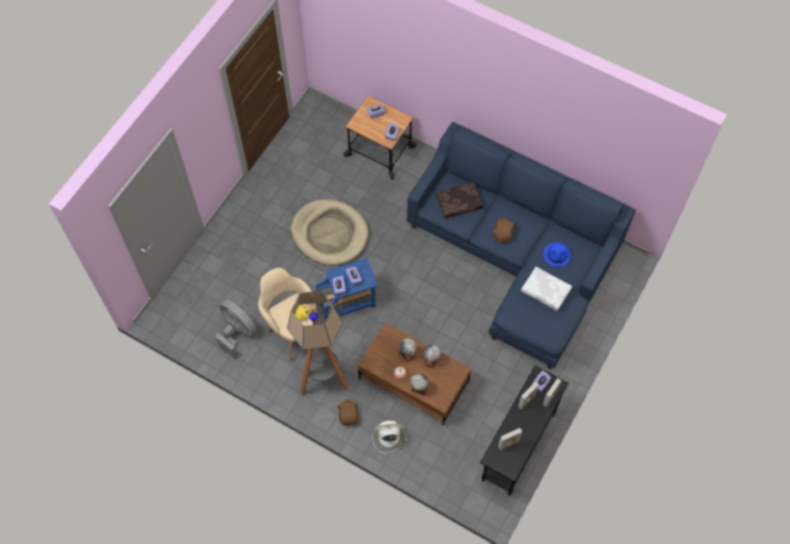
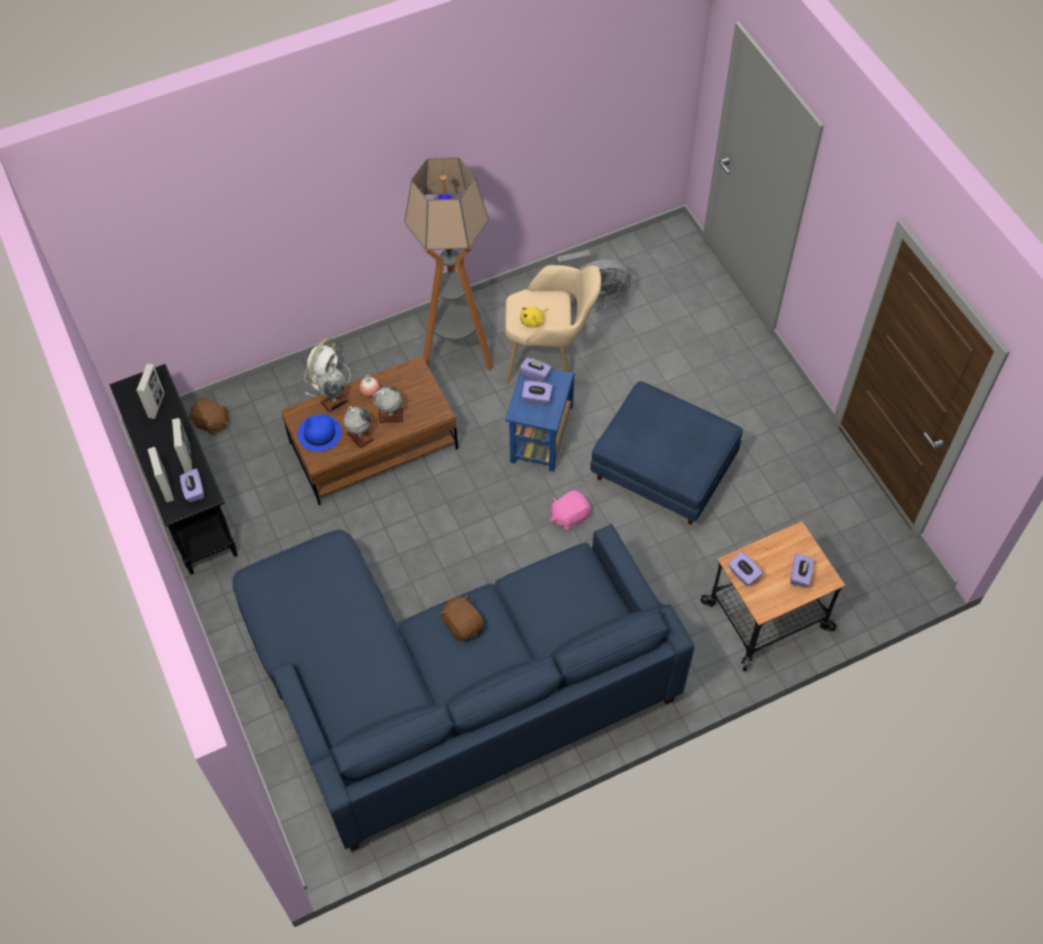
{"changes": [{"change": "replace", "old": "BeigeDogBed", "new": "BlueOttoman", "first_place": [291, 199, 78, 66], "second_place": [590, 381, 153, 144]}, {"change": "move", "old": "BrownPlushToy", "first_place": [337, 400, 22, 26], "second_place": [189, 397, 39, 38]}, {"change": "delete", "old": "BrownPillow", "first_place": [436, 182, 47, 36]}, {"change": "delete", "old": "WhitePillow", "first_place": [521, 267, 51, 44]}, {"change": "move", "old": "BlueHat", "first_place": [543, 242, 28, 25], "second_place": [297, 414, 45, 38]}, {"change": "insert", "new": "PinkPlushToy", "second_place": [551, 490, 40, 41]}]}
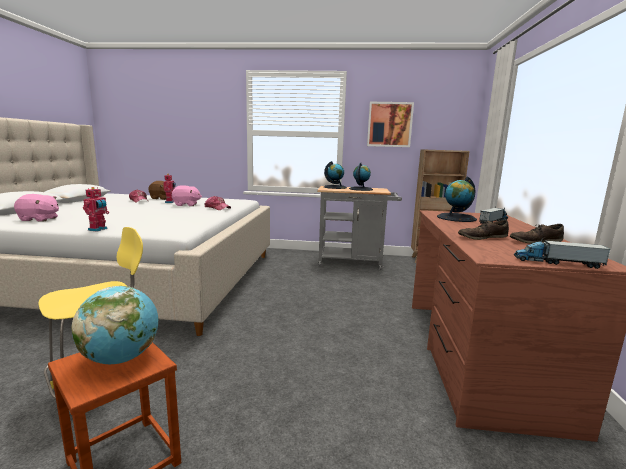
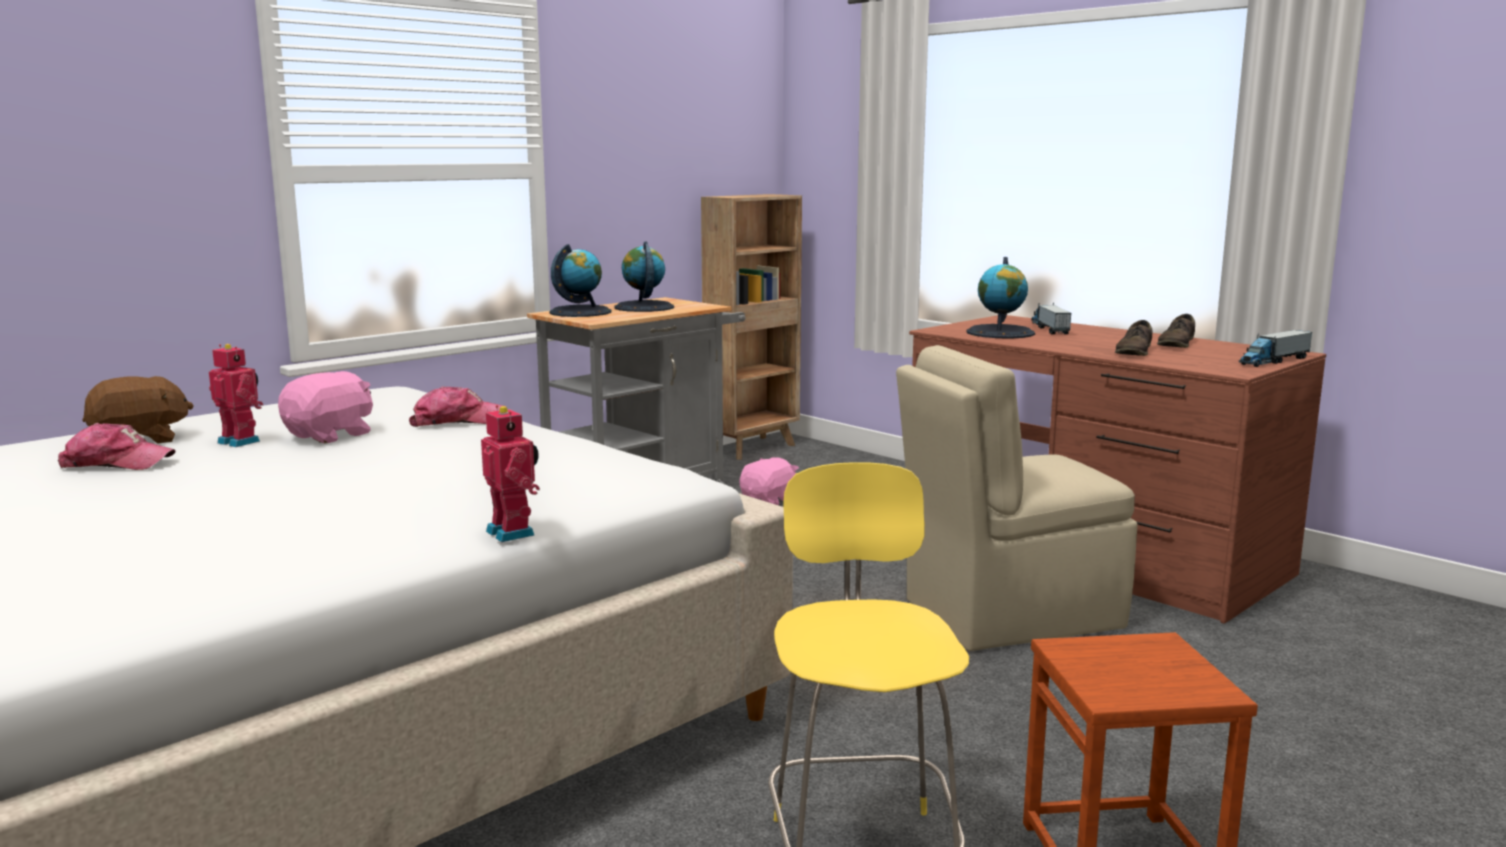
{"changes": [{"change": "move", "old": "PinkPlushToy", "first_place": [14, 194, 45, 27], "second_place": [739, 458, 60, 47]}, {"change": "delete", "old": "Globe", "first_place": [71, 286, 87, 78]}, {"change": "delete", "old": "Picture", "first_place": [367, 102, 47, 45]}, {"change": "insert", "new": "BeigeChair", "second_place": [896, 345, 241, 306]}]}
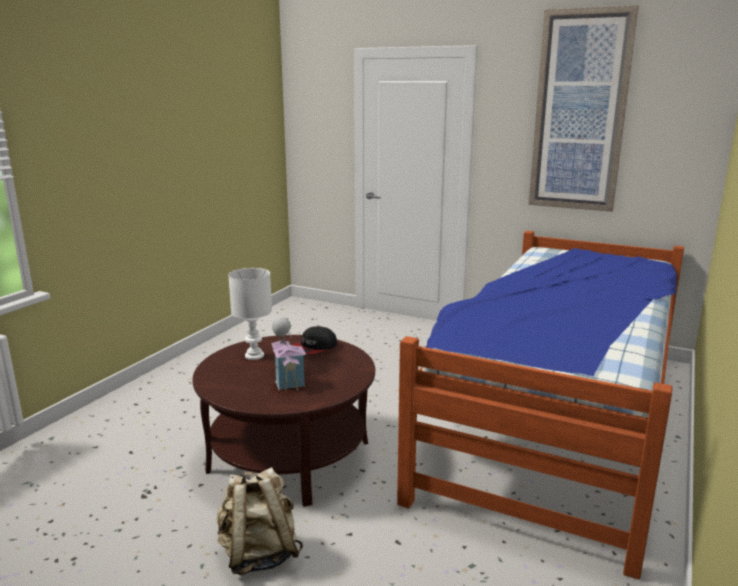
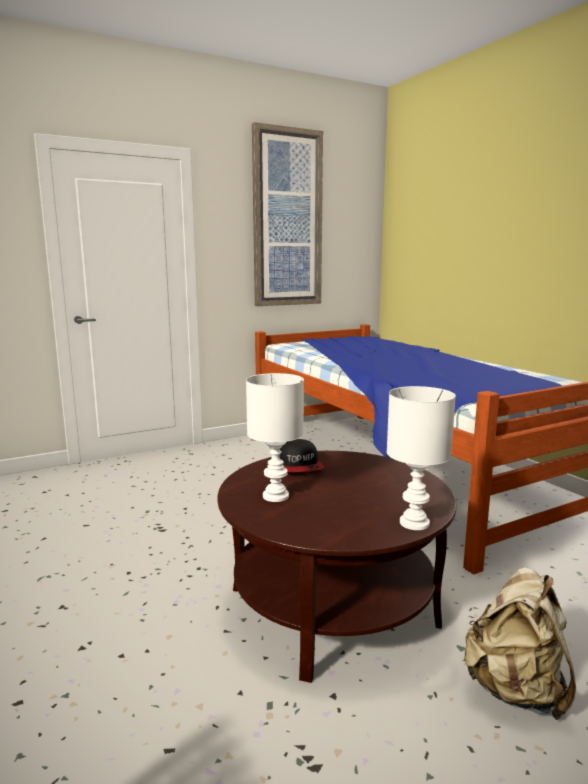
{"changes": [{"change": "delete", "old": "ToyHouse", "first_place": [271, 317, 35, 74]}, {"change": "insert", "new": "WhiteTableLamp", "second_place": [387, 386, 69, 144]}]}
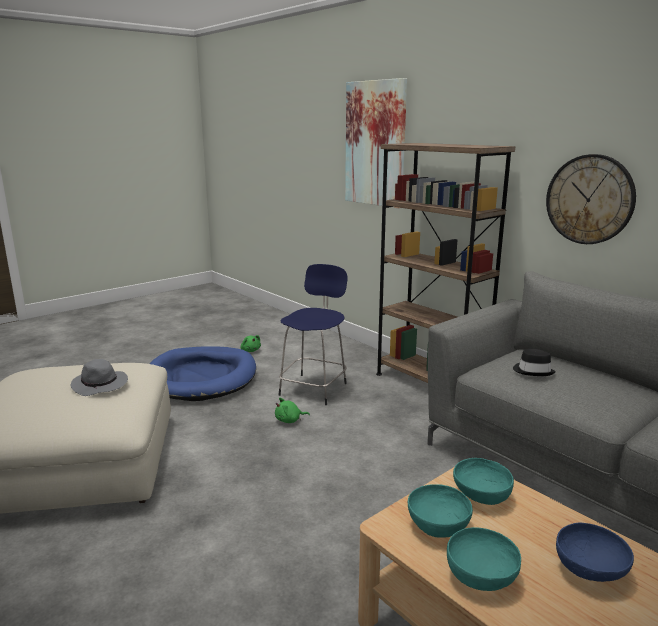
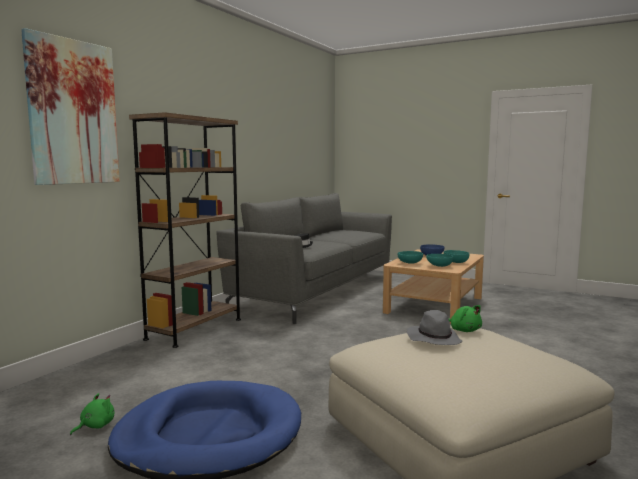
{"changes": [{"change": "move", "old": "GreenPlushToy", "first_place": [275, 397, 35, 26], "second_place": [448, 305, 34, 27]}, {"change": "delete", "old": "BlueStool", "first_place": [279, 264, 68, 141]}, {"change": "delete", "old": "WallClock", "first_place": [546, 154, 90, 90]}]}
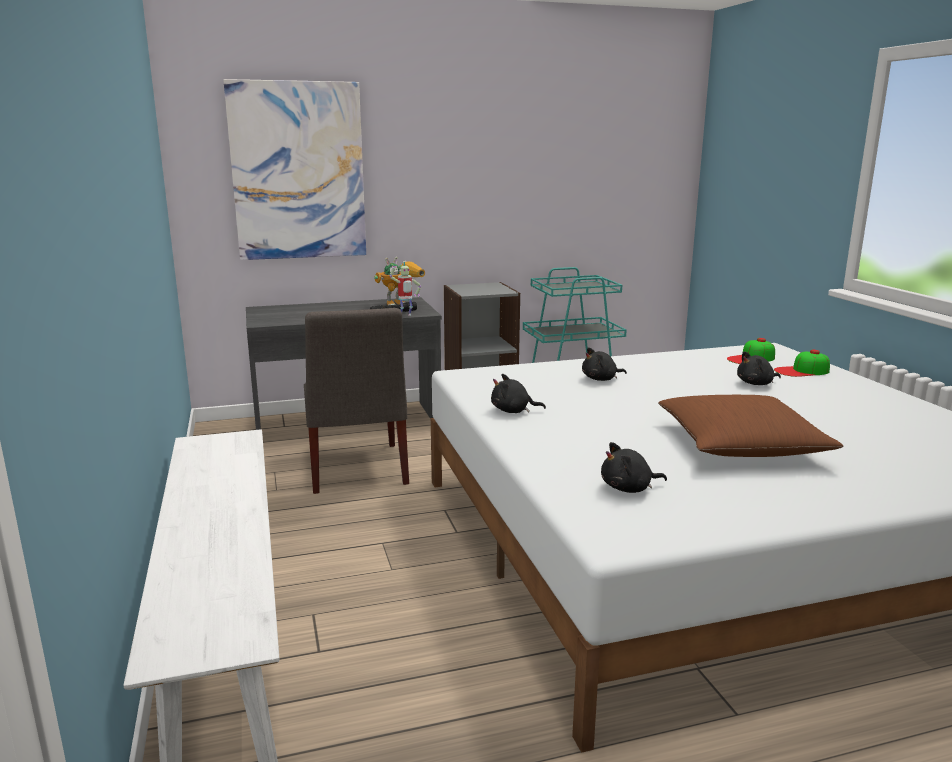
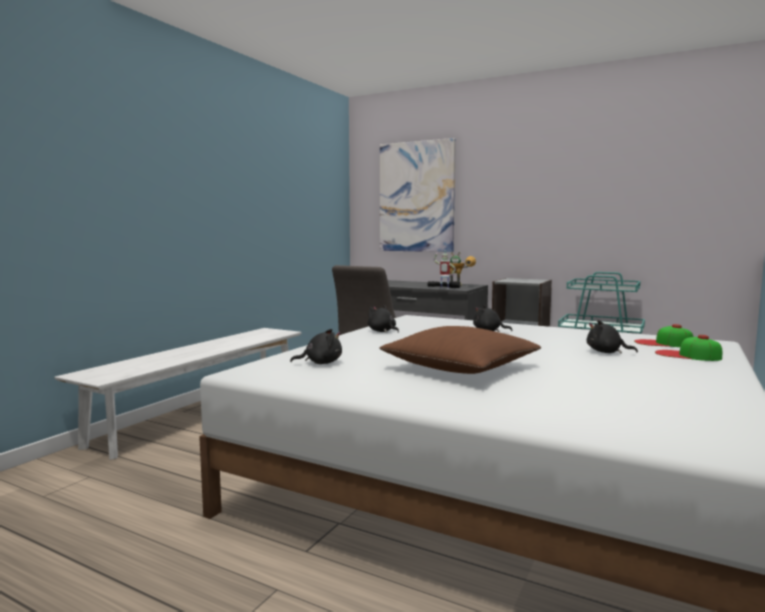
{"changes": [{"change": "rotate", "old": "BlackPlushToy", "first_place": [601, 442, 66, 51], "second_place": [290, 329, 52, 35], "degrees": 135}]}
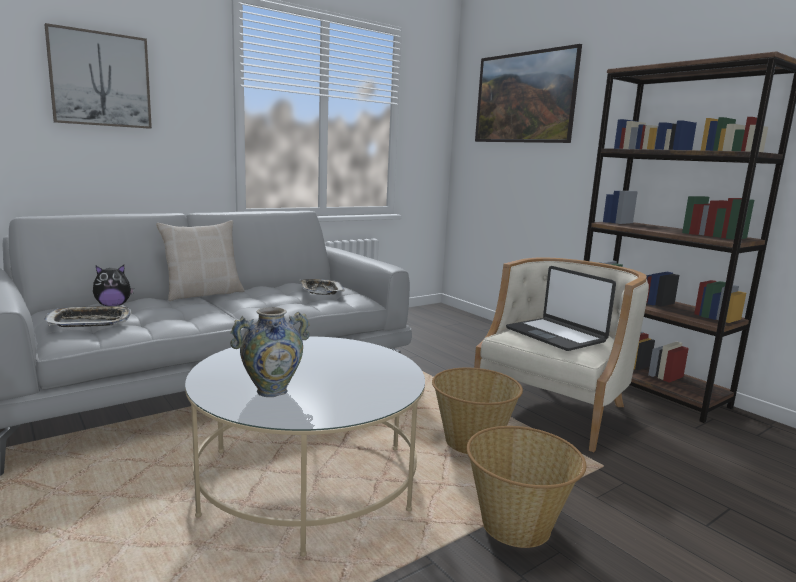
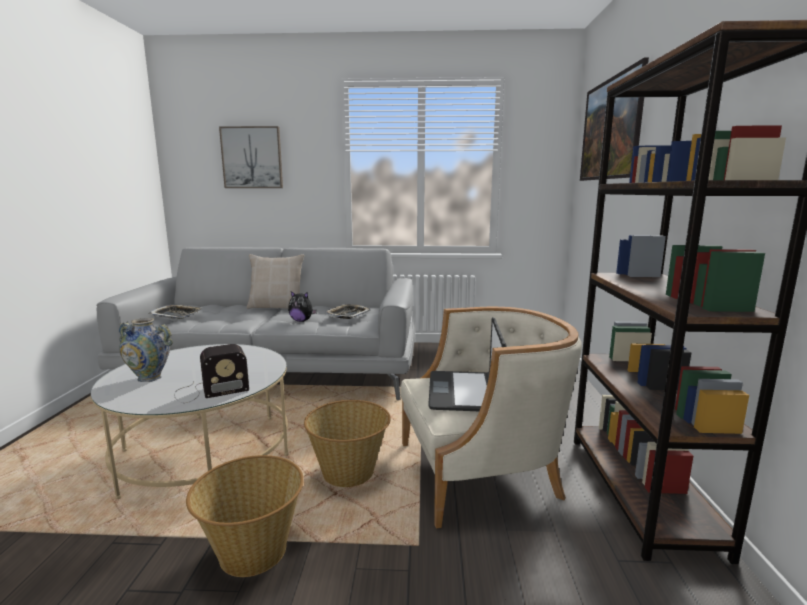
{"changes": [{"change": "move", "old": "PlushToy", "first_place": [93, 265, 41, 41], "second_place": [288, 291, 29, 31]}, {"change": "insert", "new": "Radio", "second_place": [174, 344, 75, 59]}]}
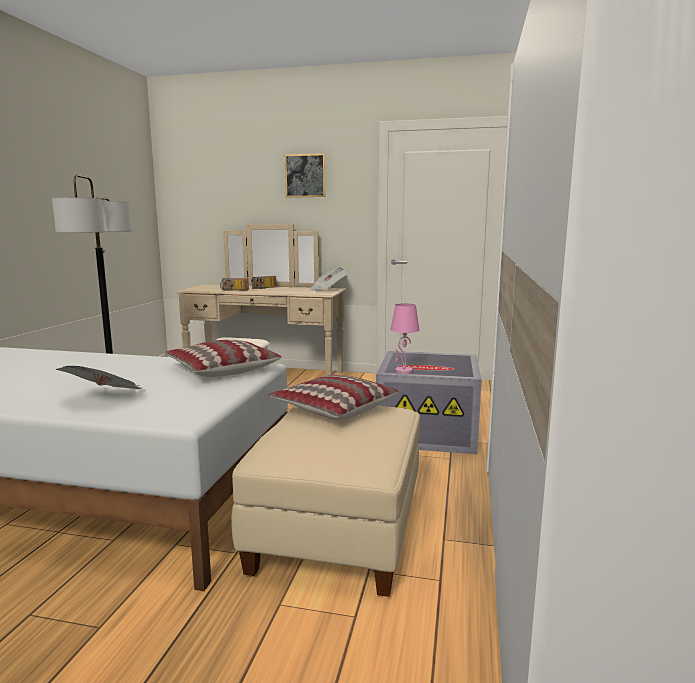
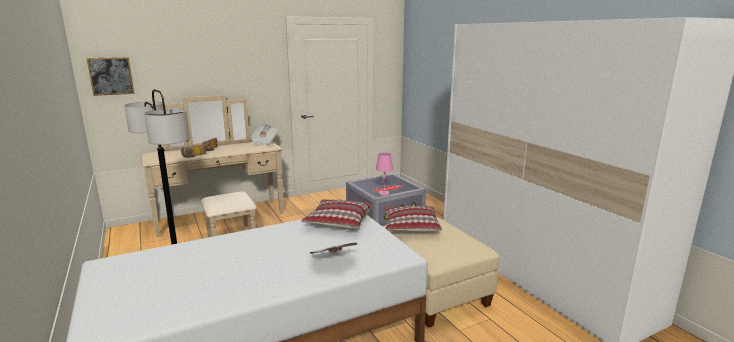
{"changes": [{"change": "move", "old": "Picture", "first_place": [285, 154, 41, 43], "second_place": [87, 57, 47, 39]}]}
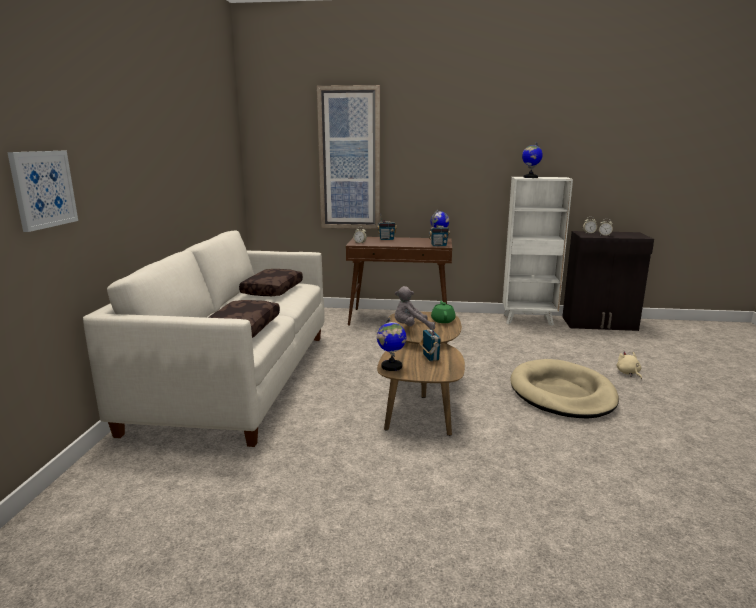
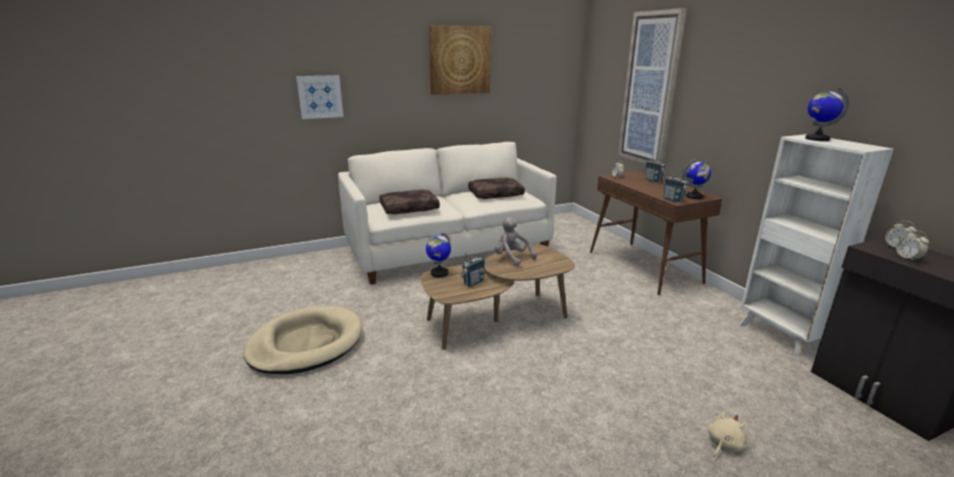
{"changes": [{"change": "delete", "old": "GreenTeapot", "first_place": [431, 301, 25, 22]}, {"change": "move", "old": "BeigeDogBed", "first_place": [510, 359, 109, 60], "second_place": [244, 306, 118, 68]}, {"change": "insert", "new": "Picture", "second_place": [429, 25, 62, 70]}]}
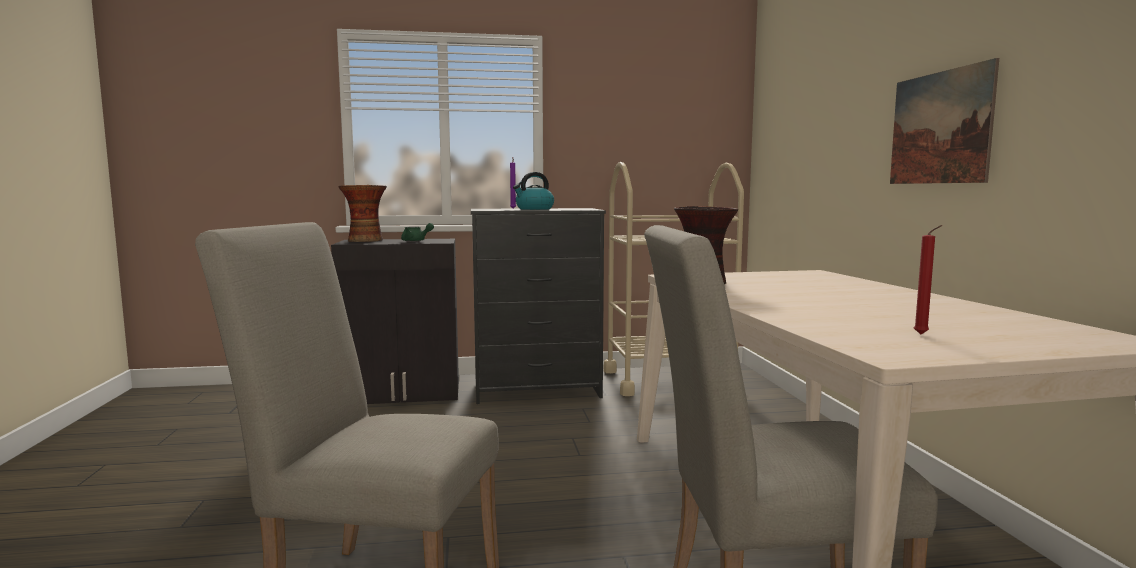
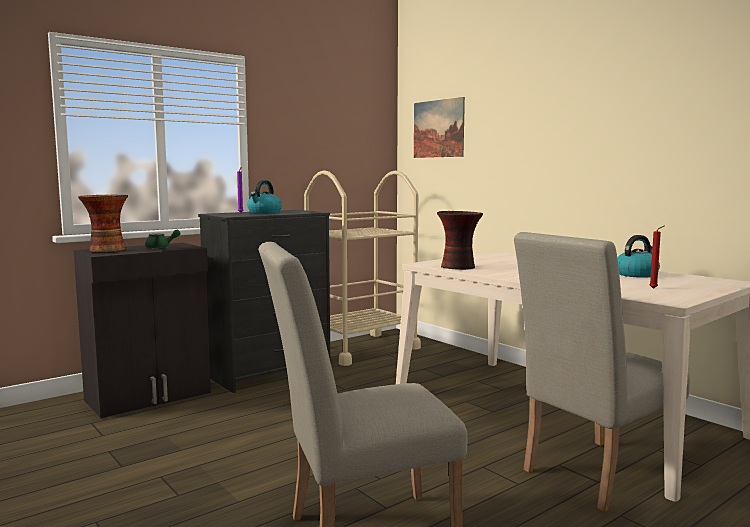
{"changes": [{"change": "move", "old": "Picture", "first_place": [890, 58, 109, 126], "second_place": [414, 97, 51, 61]}, {"change": "insert", "new": "Kettle", "second_place": [617, 235, 43, 43]}]}
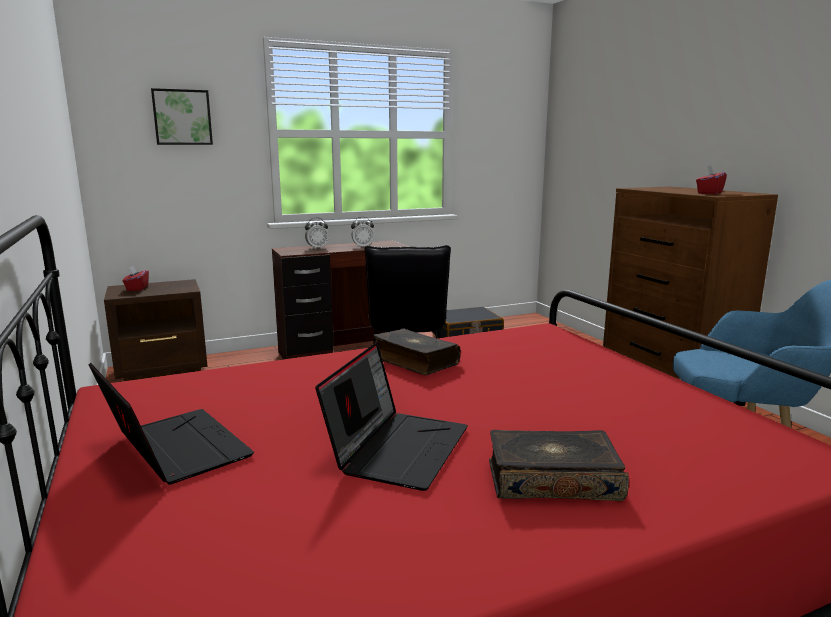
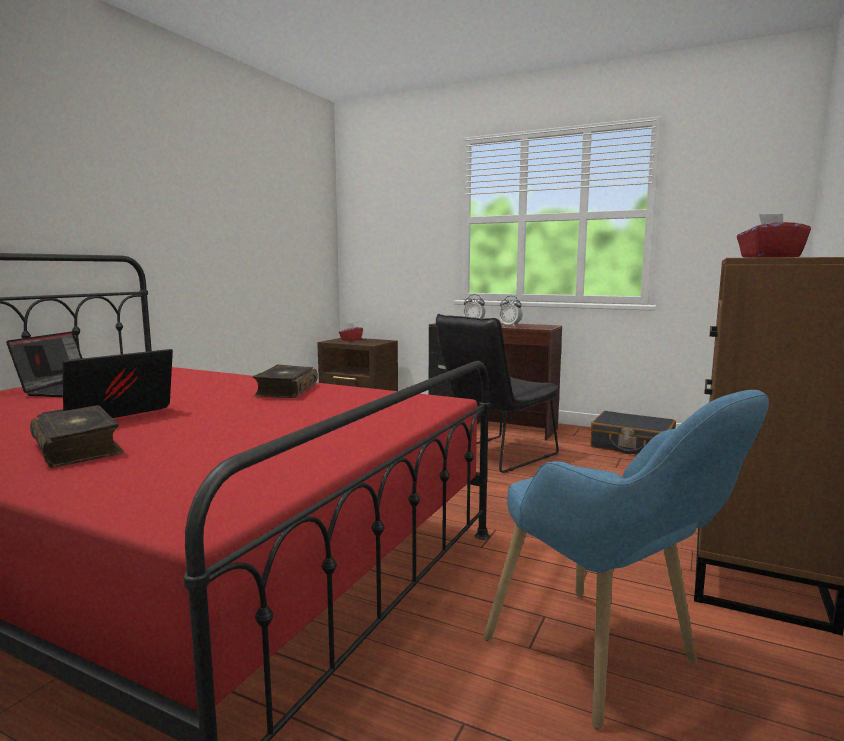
{"changes": [{"change": "delete", "old": "Picture", "first_place": [151, 88, 62, 57]}, {"change": "rotate", "old": "Laptop", "first_place": [315, 342, 153, 149], "second_place": [42, 349, 131, 69], "degrees": 150}]}
